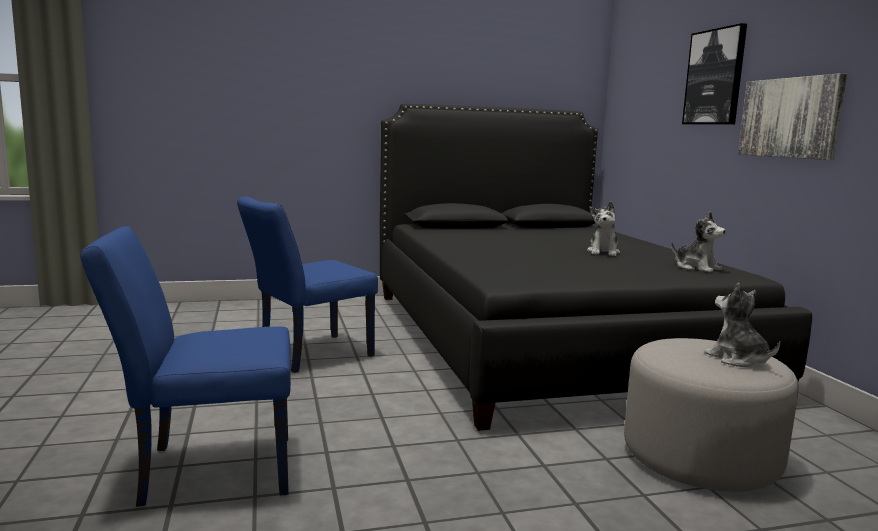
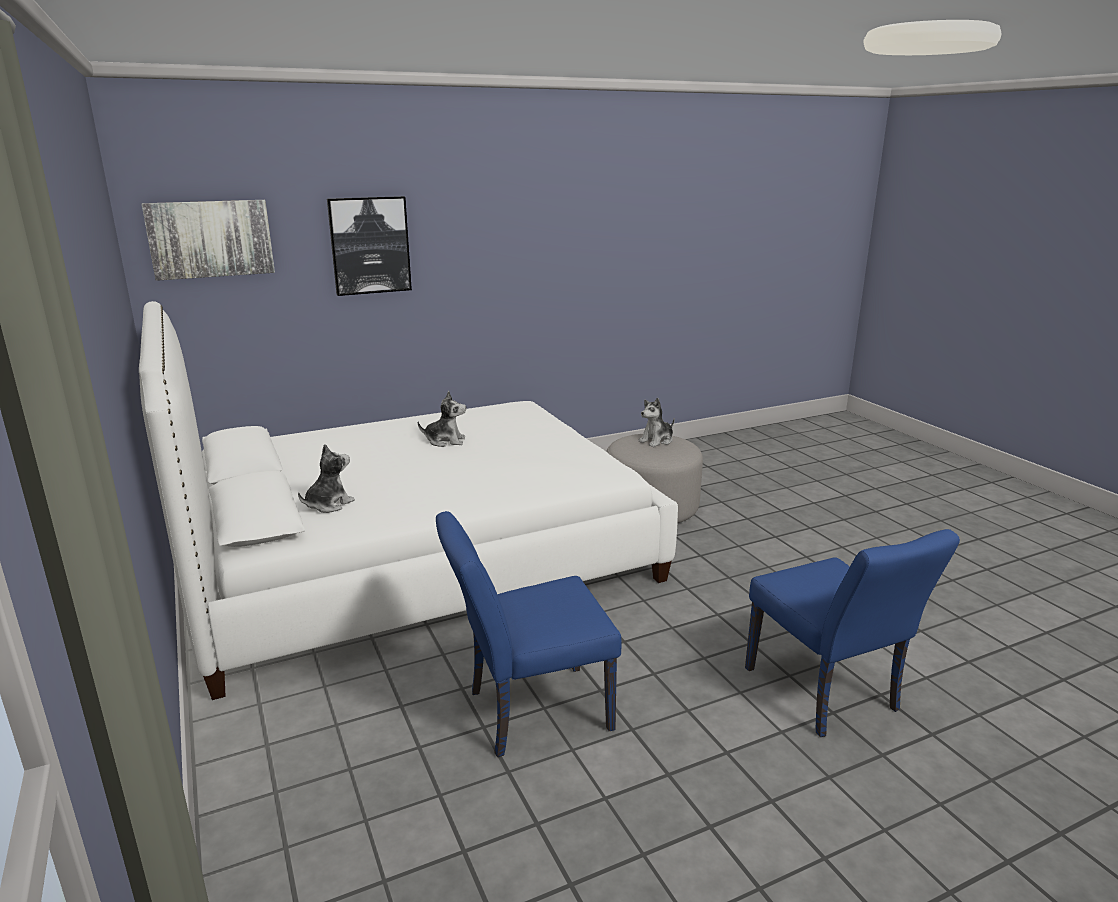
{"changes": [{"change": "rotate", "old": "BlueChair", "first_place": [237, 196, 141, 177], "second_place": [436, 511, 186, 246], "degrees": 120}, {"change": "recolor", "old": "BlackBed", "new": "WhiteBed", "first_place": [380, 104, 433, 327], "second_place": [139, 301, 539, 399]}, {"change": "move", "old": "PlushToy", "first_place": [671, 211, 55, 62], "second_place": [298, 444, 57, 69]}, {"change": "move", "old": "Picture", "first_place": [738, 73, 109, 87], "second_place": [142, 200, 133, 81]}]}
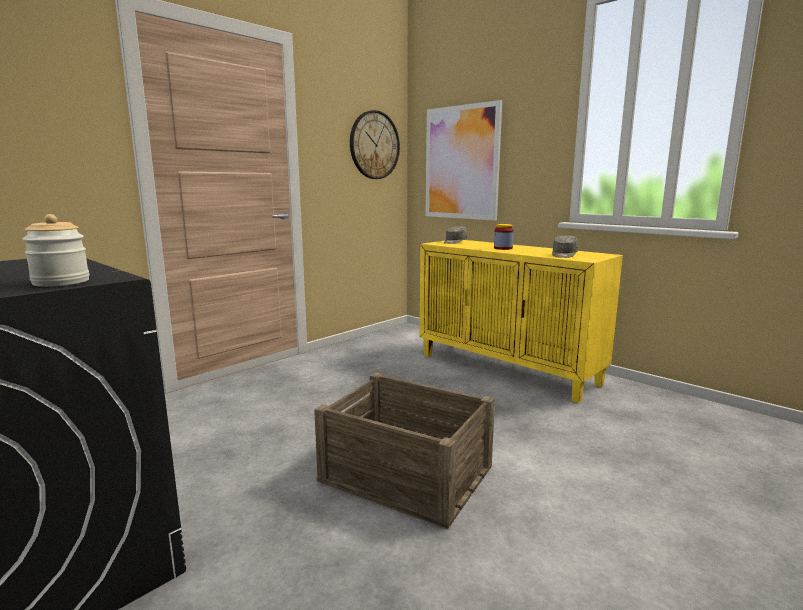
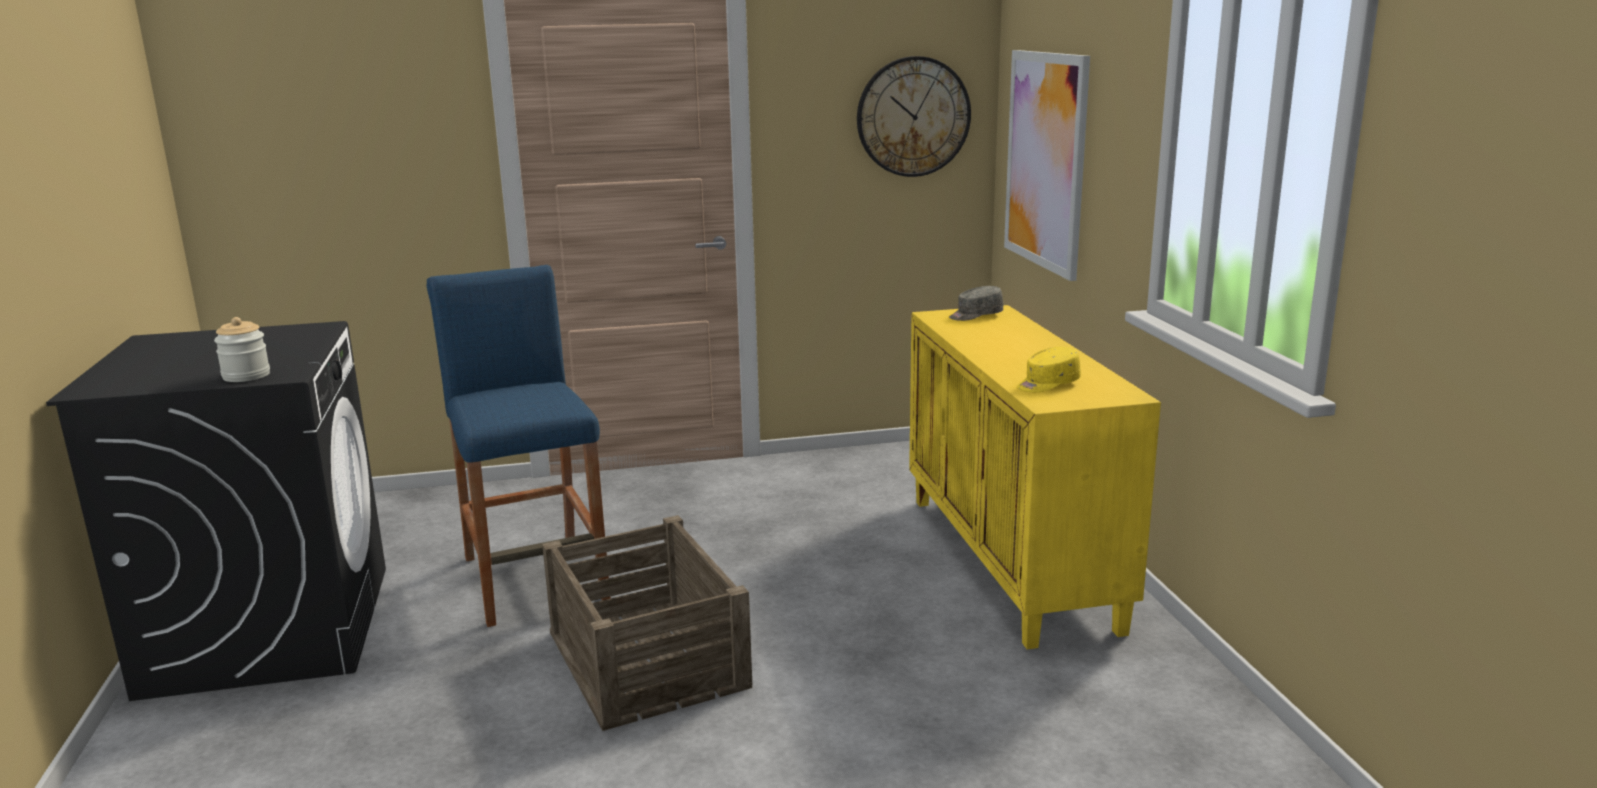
{"changes": [{"change": "delete", "old": "Jar", "first_place": [494, 224, 20, 26]}, {"change": "recolor", "old": "GreyCap", "new": "YellowCap", "first_place": [552, 236, 26, 22], "second_place": [1017, 347, 64, 45]}, {"change": "insert", "new": "BlueStool", "second_place": [427, 265, 184, 362]}]}
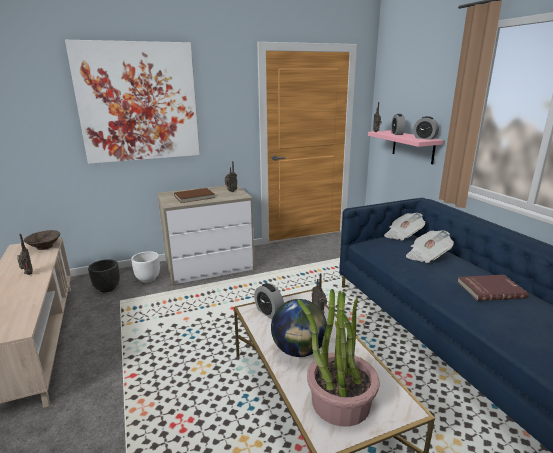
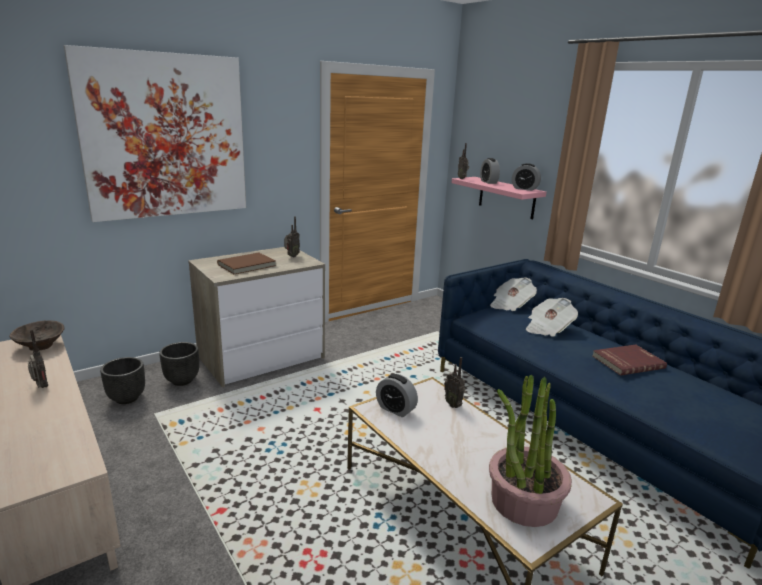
{"changes": [{"change": "recolor", "old": "WhitePlanter", "new": "BlackPlanter", "first_place": [131, 251, 29, 32], "second_place": [159, 342, 40, 44]}, {"change": "delete", "old": "Globe", "first_place": [271, 299, 56, 58]}]}
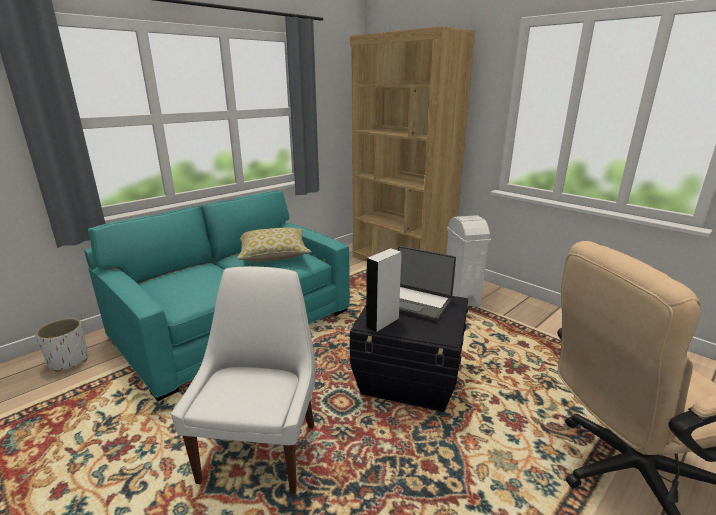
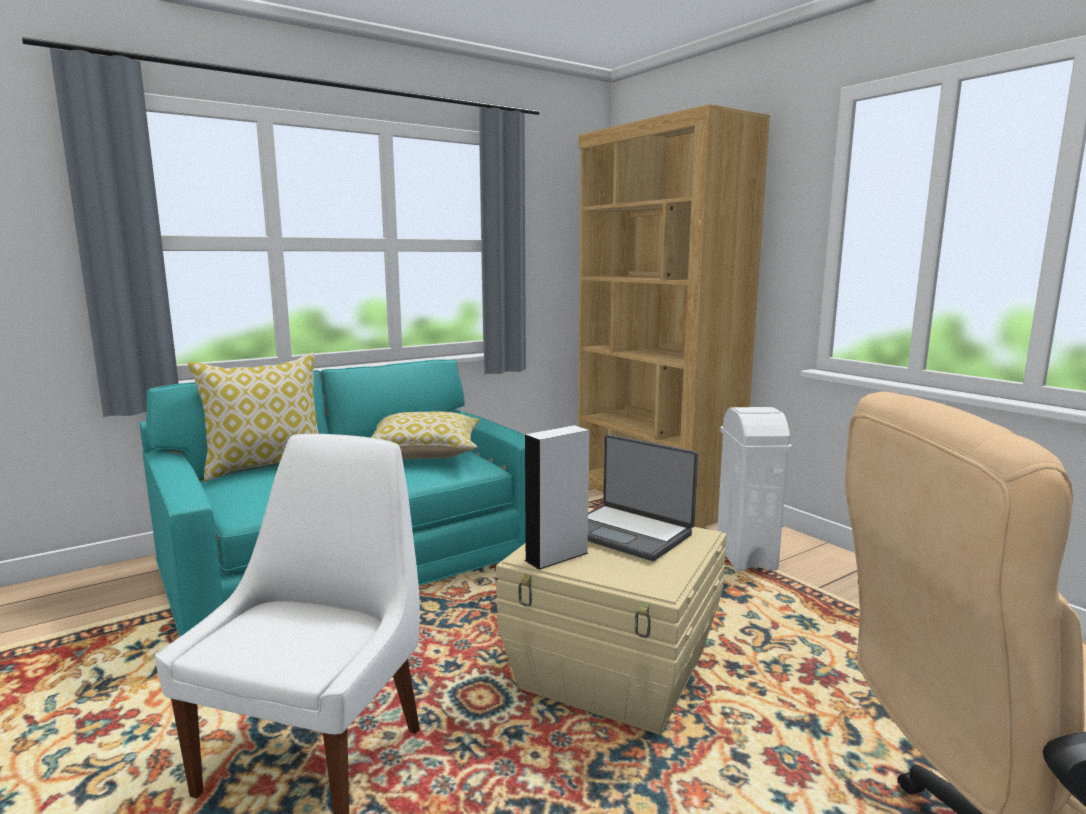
{"changes": [{"change": "delete", "old": "WhitePlanter", "first_place": [35, 318, 53, 54]}, {"change": "recolor", "old": "BlackStorageBox", "new": "BeigeStorageBox", "first_place": [350, 296, 118, 116], "second_place": [496, 508, 231, 227]}, {"change": "insert", "new": "Pillow", "second_place": [188, 353, 131, 129]}]}
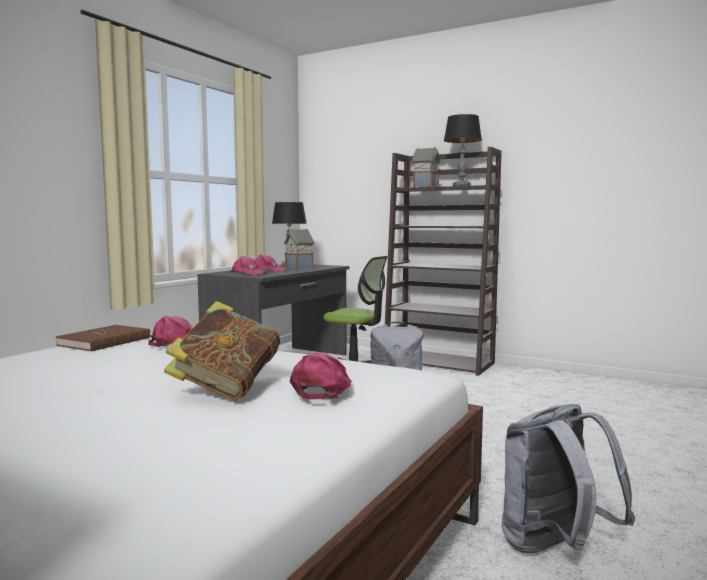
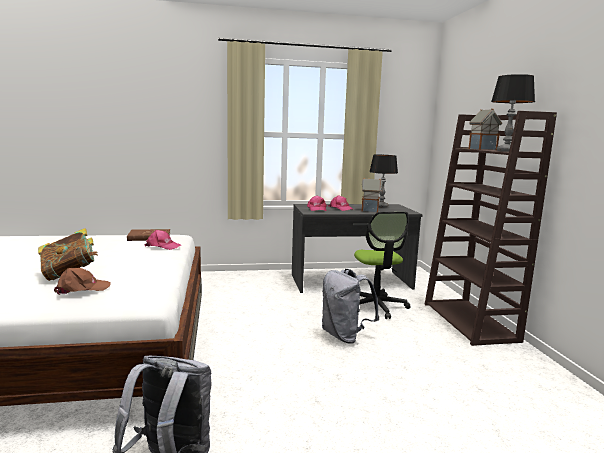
{"changes": [{"change": "recolor", "old": "PinkCap", "new": "BrownCap", "first_place": [290, 352, 62, 47], "second_place": [54, 268, 57, 27]}]}
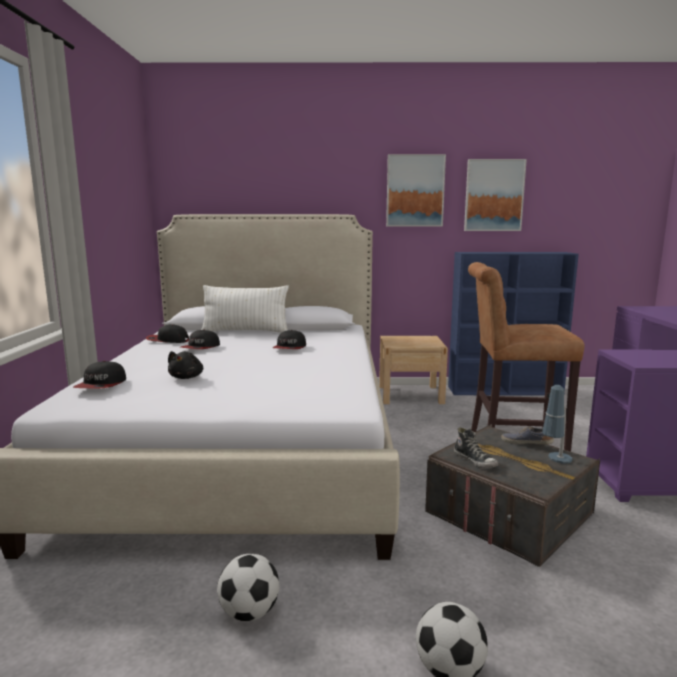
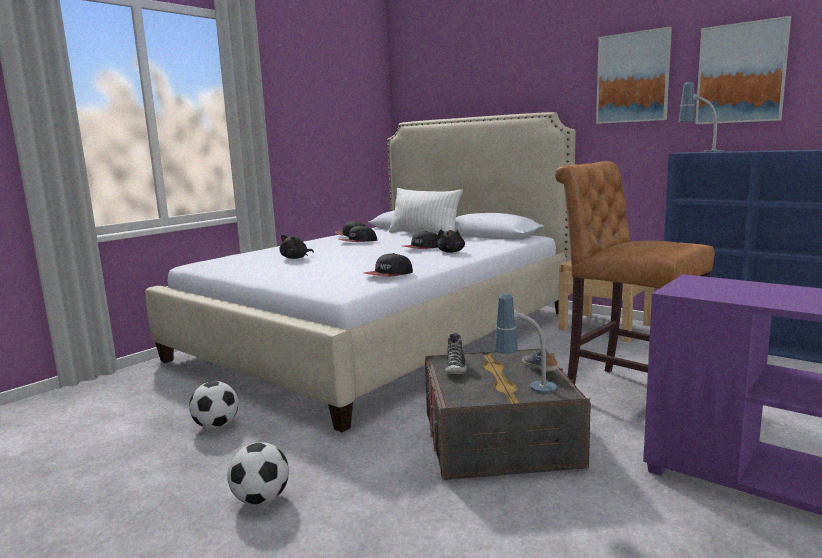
{"changes": [{"change": "move", "old": "Cap", "first_place": [73, 361, 53, 27], "second_place": [364, 253, 49, 24]}, {"change": "insert", "new": "BlackPlushToy", "second_place": [437, 229, 28, 24]}, {"change": "insert", "new": "TableLamp", "second_place": [678, 82, 46, 70]}]}
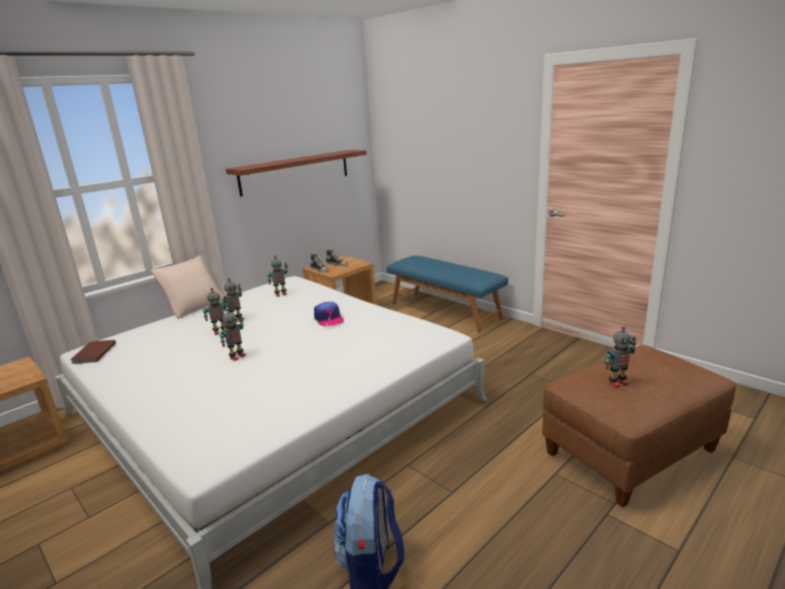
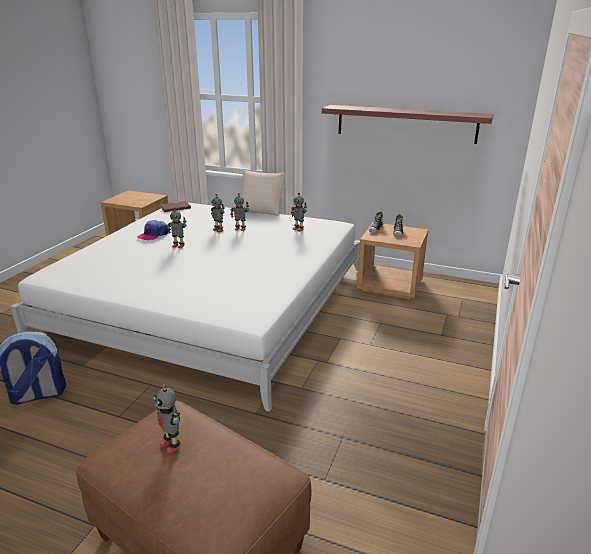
{"changes": [{"change": "move", "old": "Cap", "first_place": [314, 302, 30, 24], "second_place": [137, 220, 32, 20]}, {"change": "delete", "old": "BlueBench", "first_place": [386, 255, 122, 78]}]}
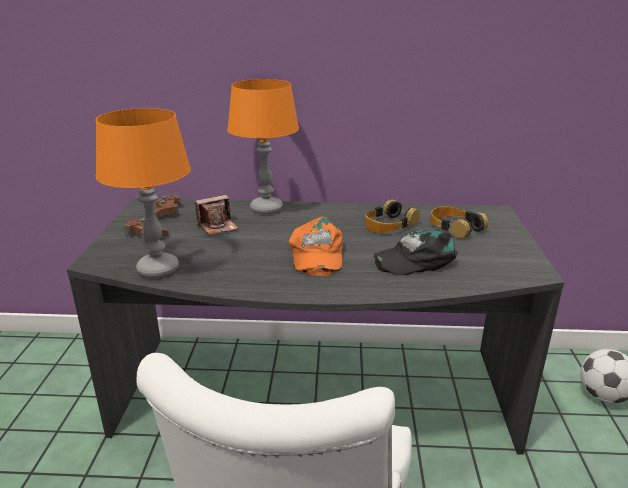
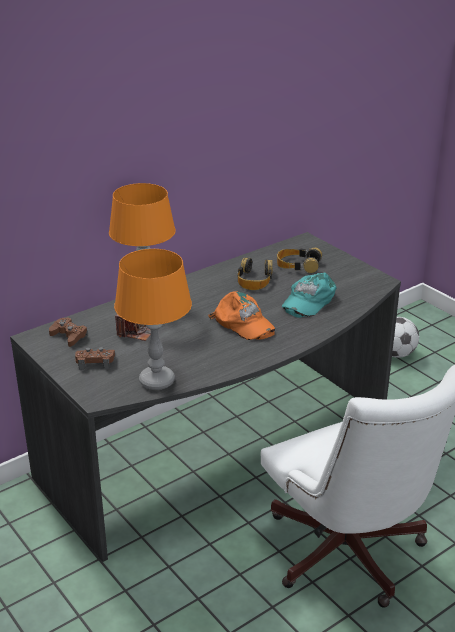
{"changes": [{"change": "recolor", "old": "BlackCap", "new": "TurquoiseCap", "first_place": [373, 230, 85, 45], "second_place": [282, 272, 55, 46]}]}
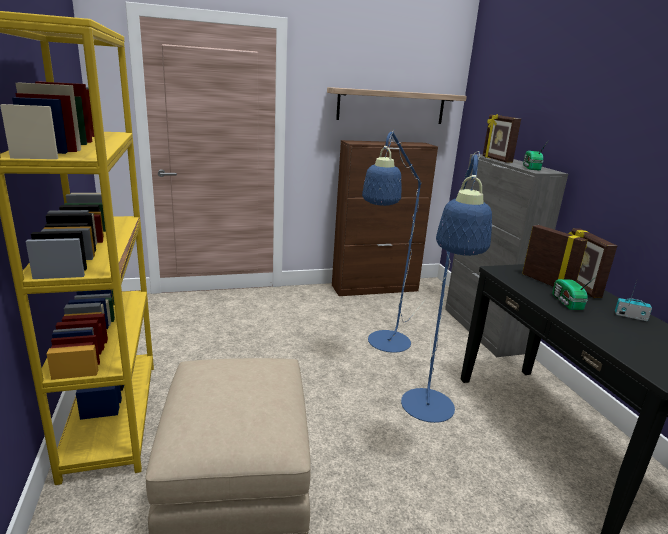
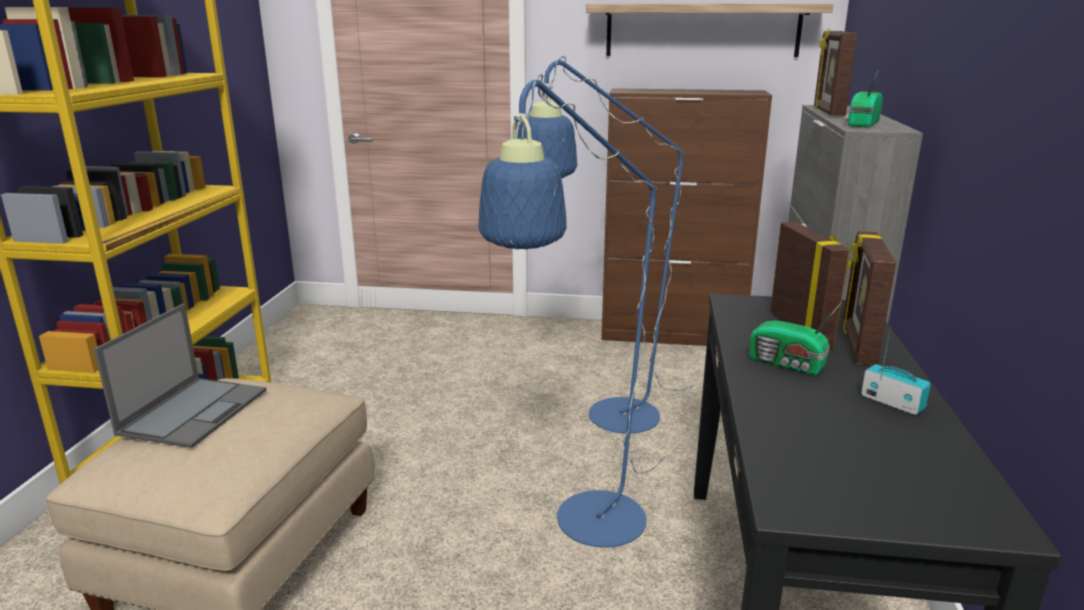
{"changes": [{"change": "rotate", "old": "Radio", "first_place": [552, 278, 42, 32], "second_place": [749, 302, 93, 73], "degrees": -75}, {"change": "insert", "new": "Laptop", "second_place": [94, 304, 172, 144]}]}
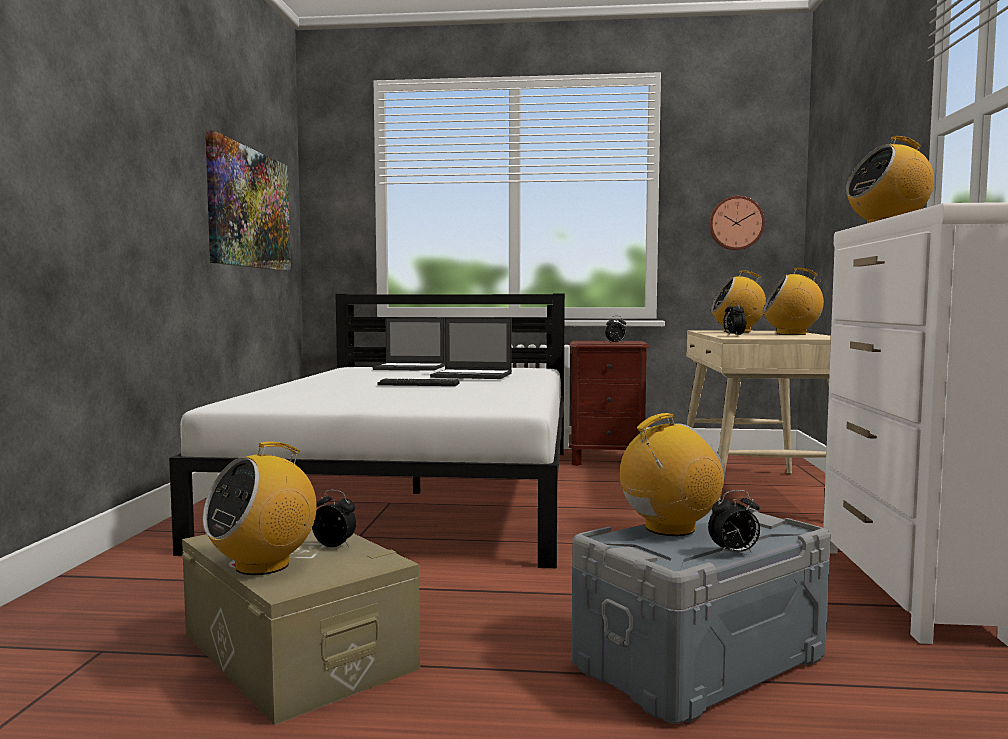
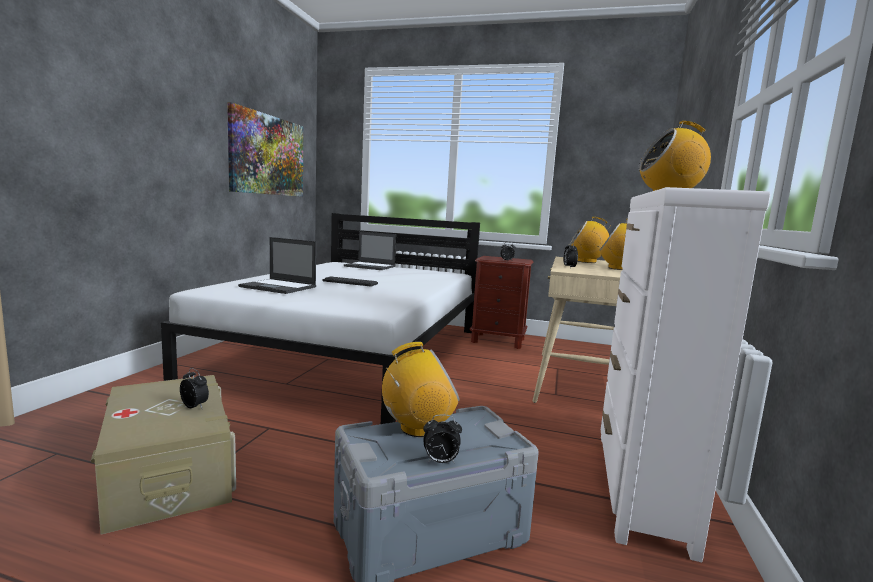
{"changes": [{"change": "delete", "old": "Radio", "first_place": [202, 441, 115, 134]}, {"change": "move", "old": "Laptop", "first_place": [430, 318, 82, 61], "second_place": [238, 237, 78, 57]}, {"change": "delete", "old": "WallClock", "first_place": [709, 196, 56, 54]}]}
